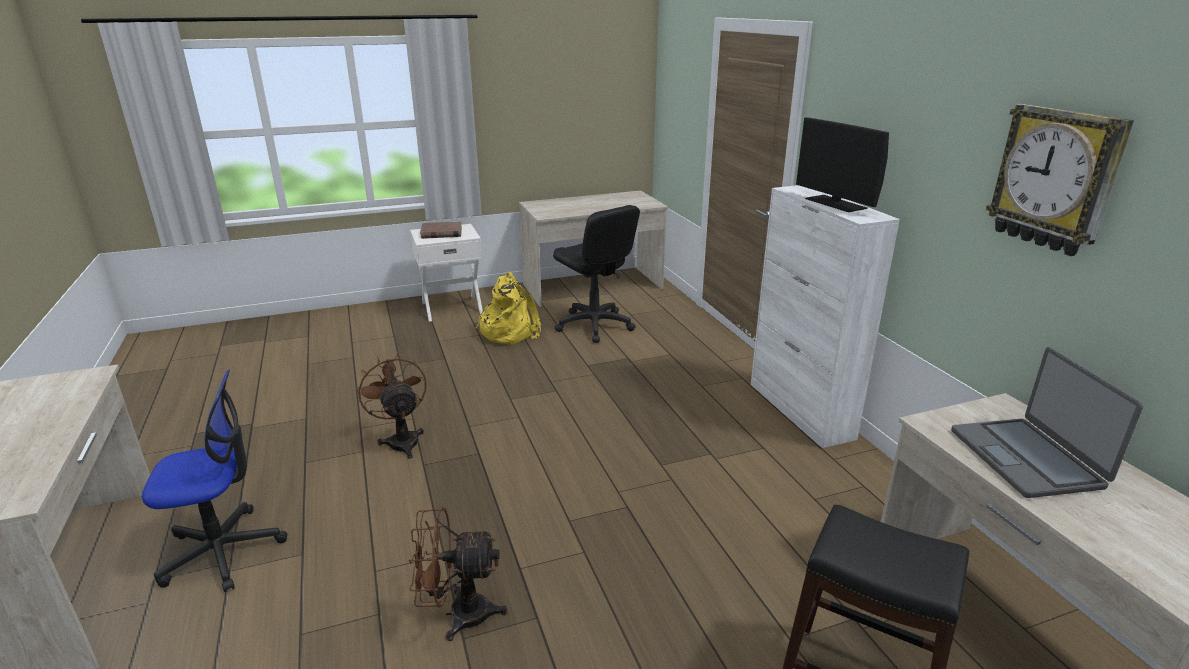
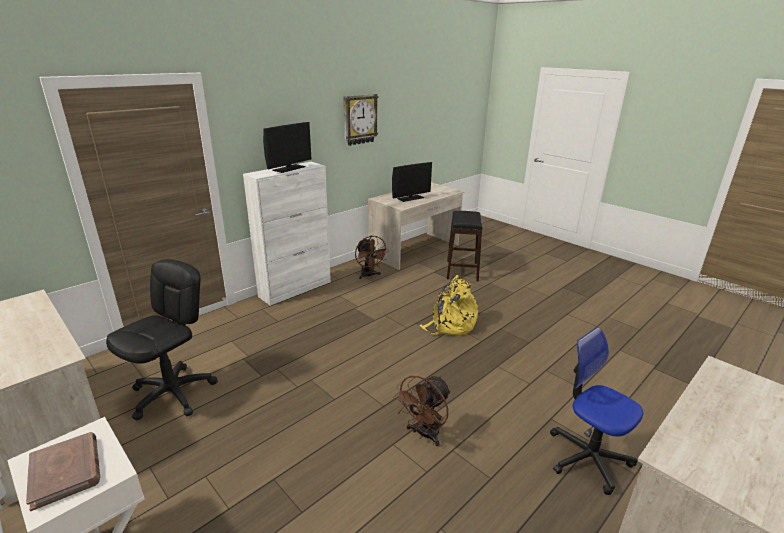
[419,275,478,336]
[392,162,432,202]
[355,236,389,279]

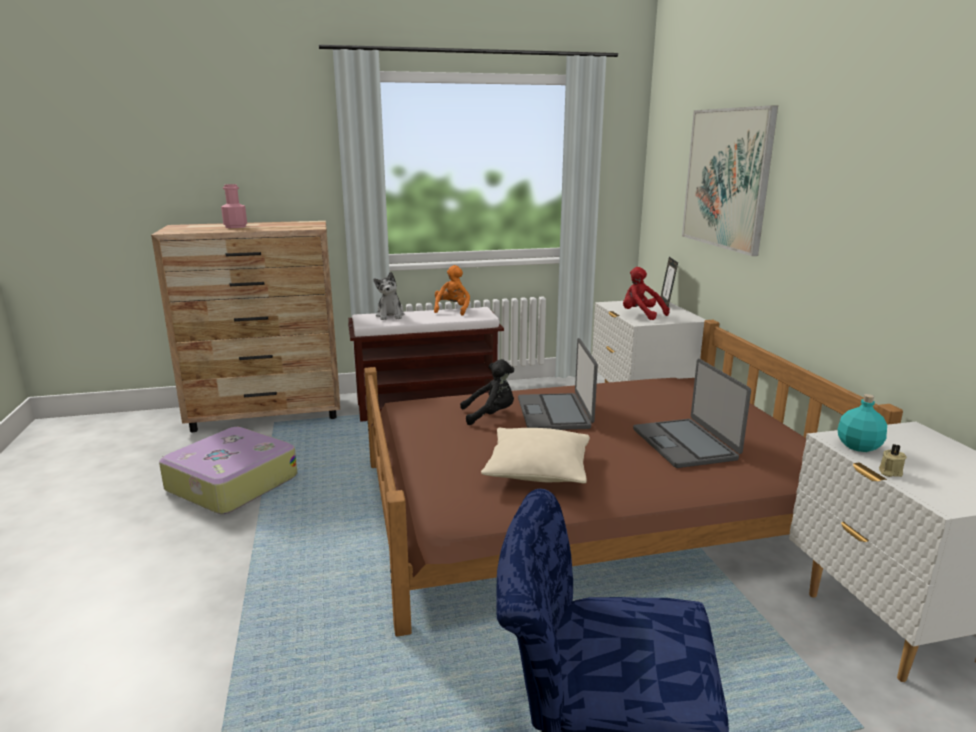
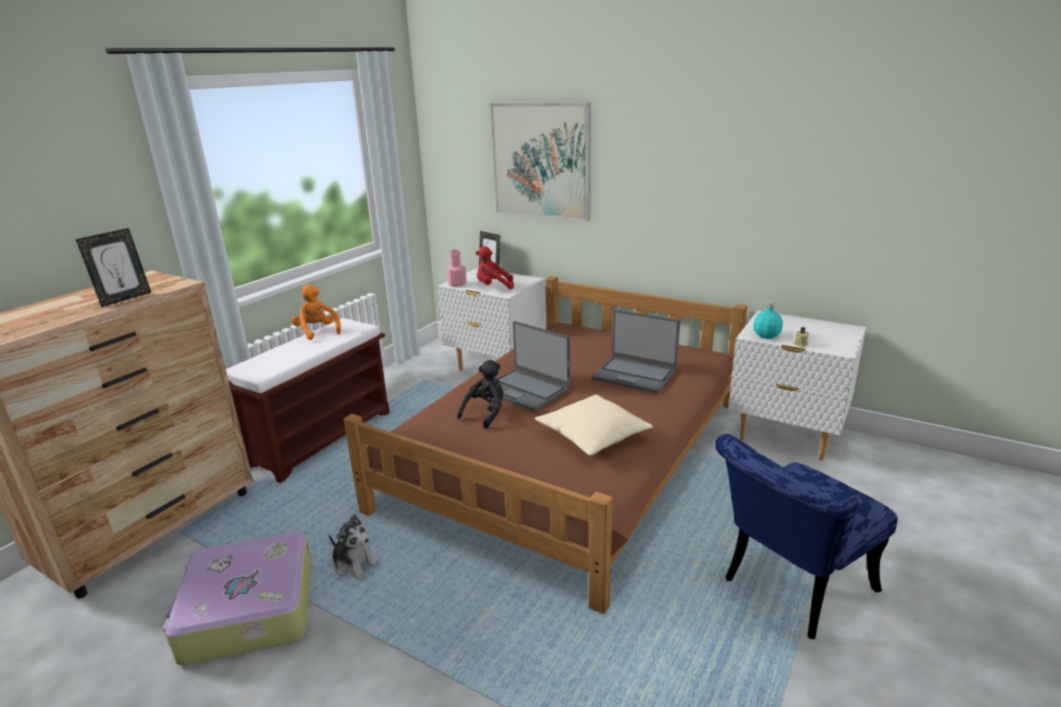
[447,249,466,287]
[329,514,380,580]
[76,228,151,307]

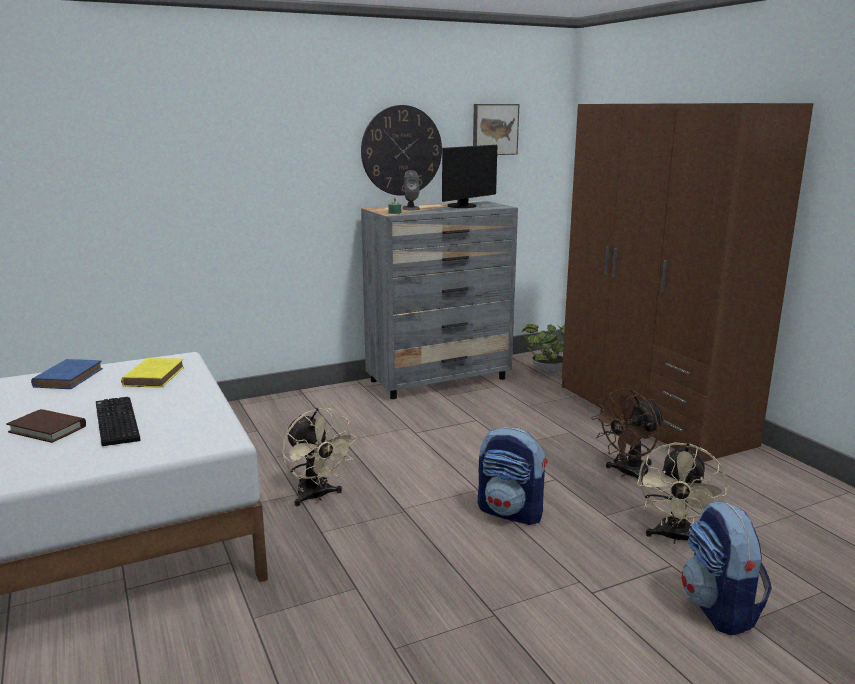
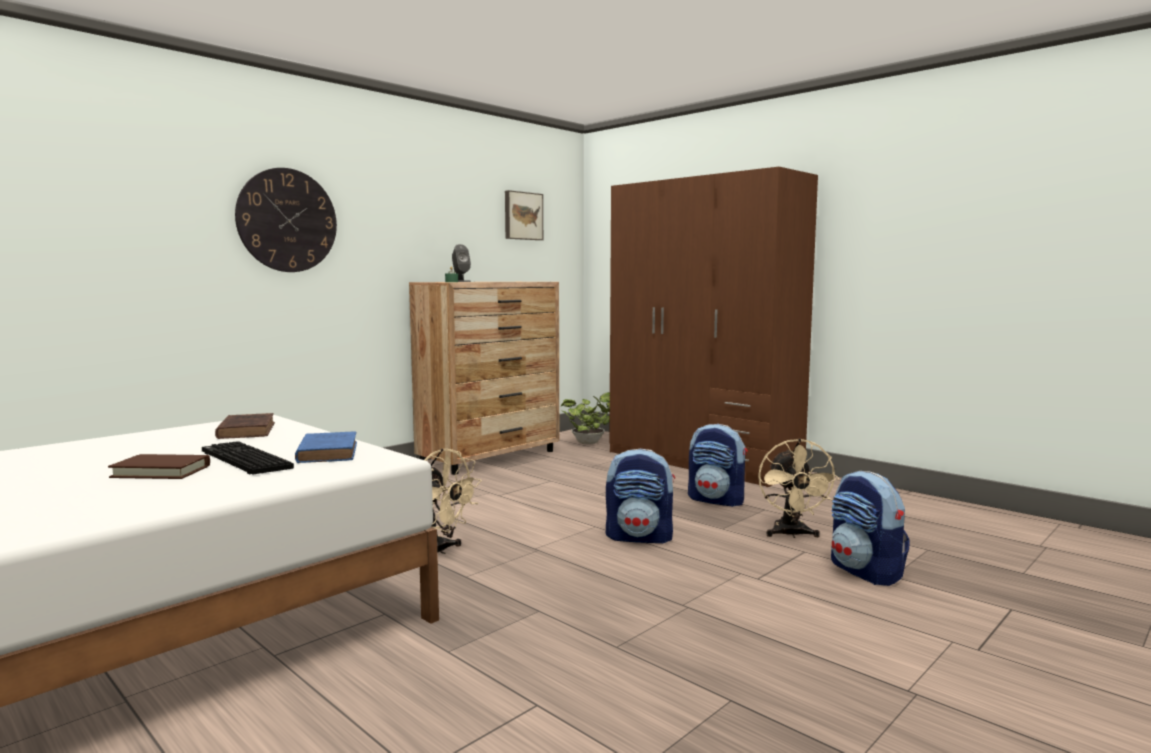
[235,168,337,272]
[442,145,497,208] (first image)
[409,282,559,475]
[215,413,275,439]
[295,431,357,463]
[688,424,748,507]

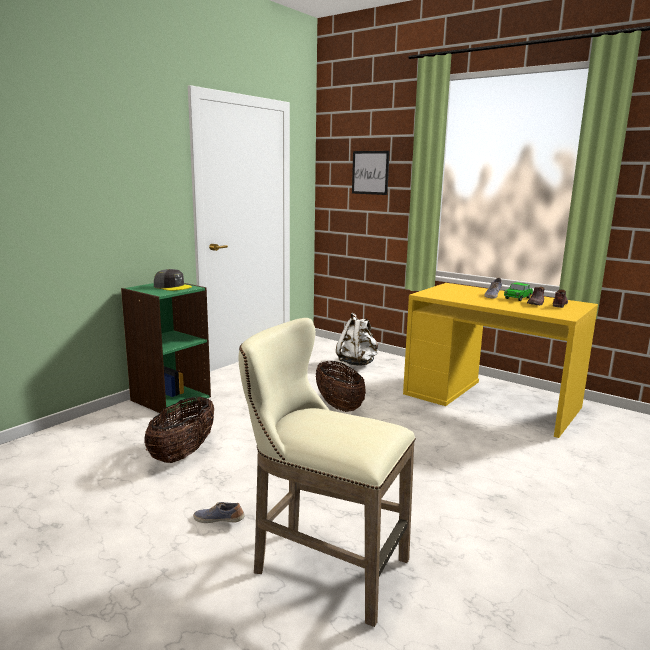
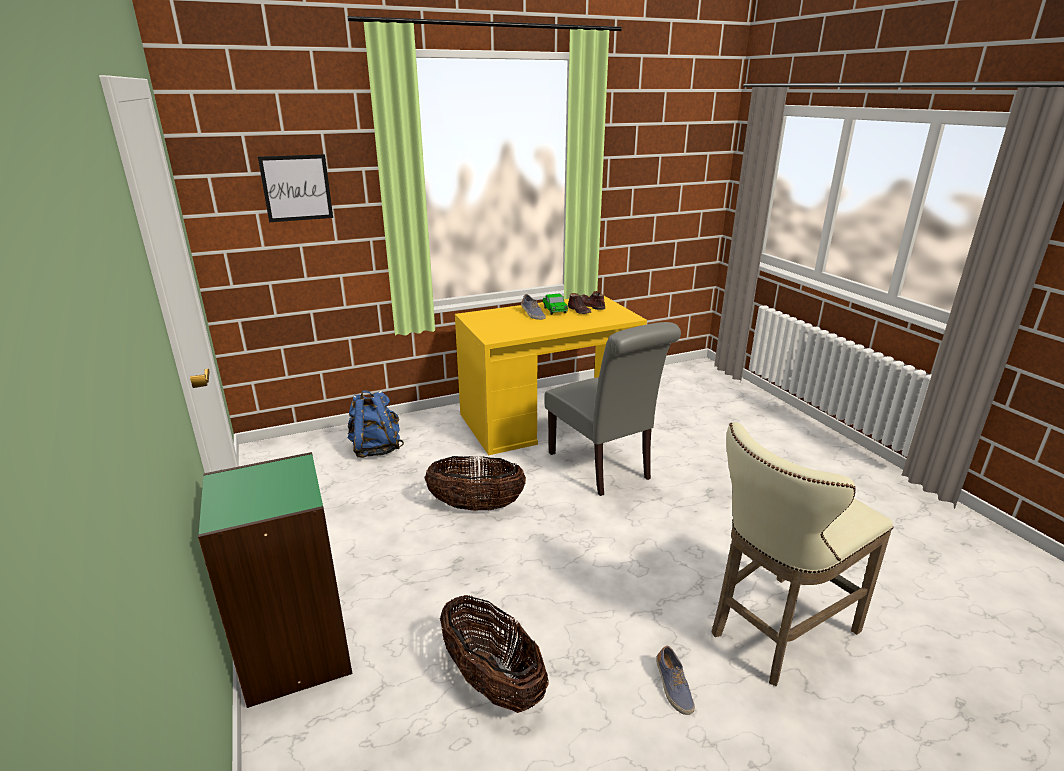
[154,269,192,291] (first image)
[348,390,404,458]
[656,646,695,715]
[544,322,681,496]

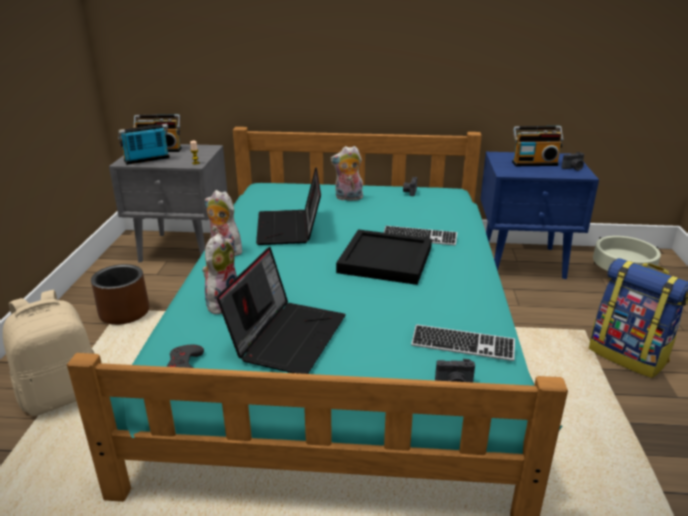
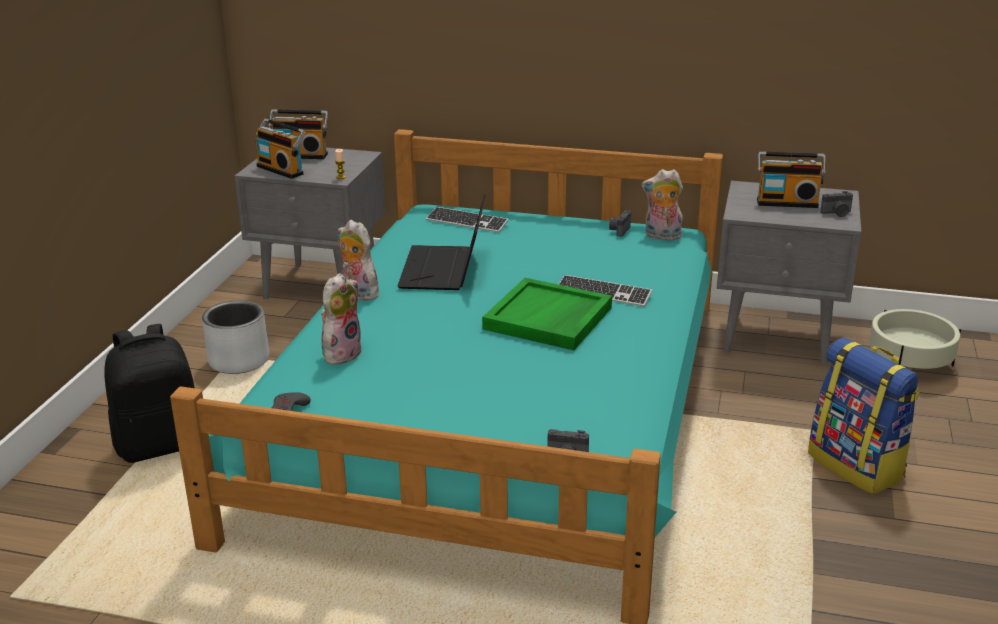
[255,118,306,179]
[642,169,683,240]
[717,181,862,364]
[482,278,612,351]
[217,247,346,374] (first image)
[202,300,269,374]
[104,324,195,463]
[426,207,509,233]

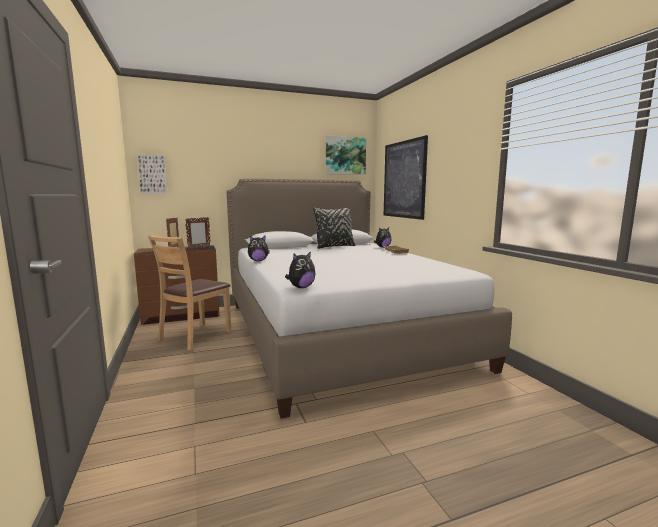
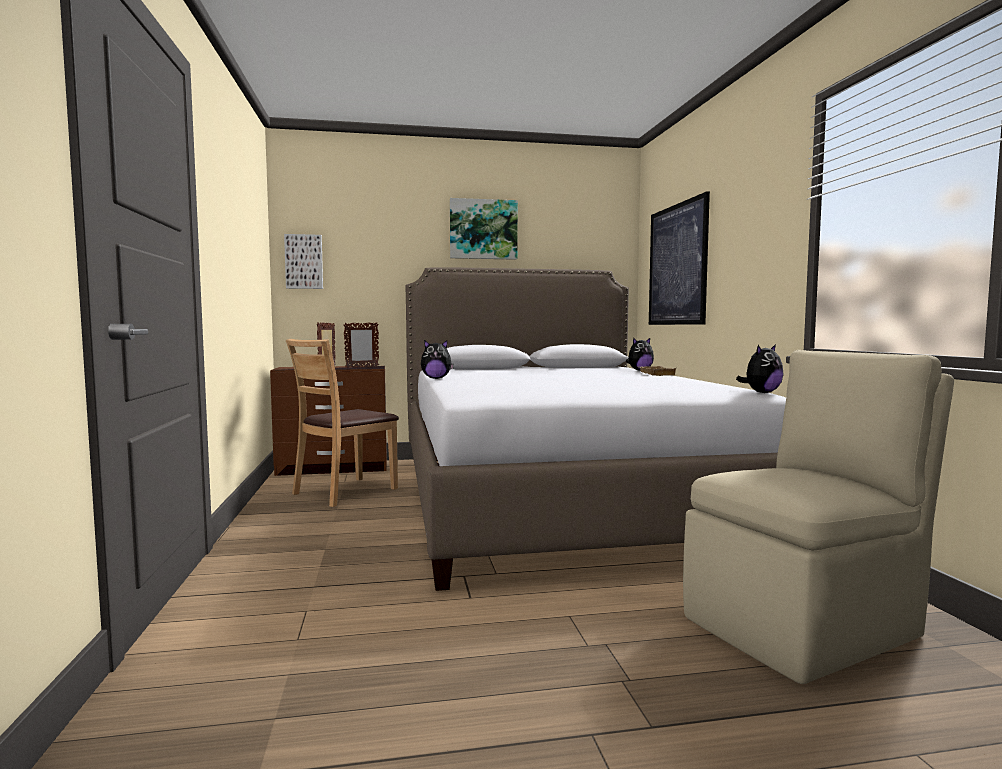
[450,198,518,260]
[313,207,355,249] (first image)
[736,344,784,393]
[683,350,954,684]

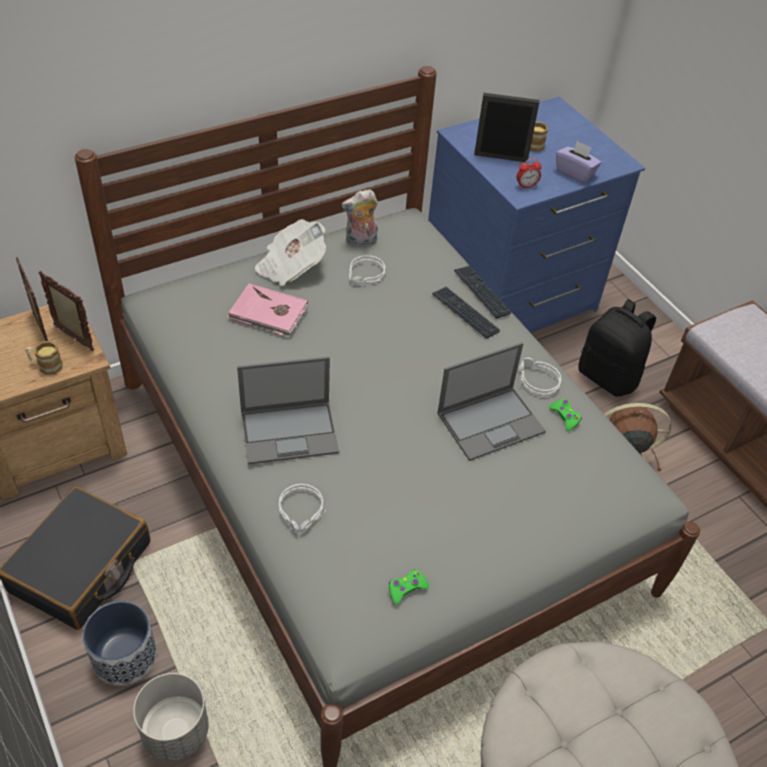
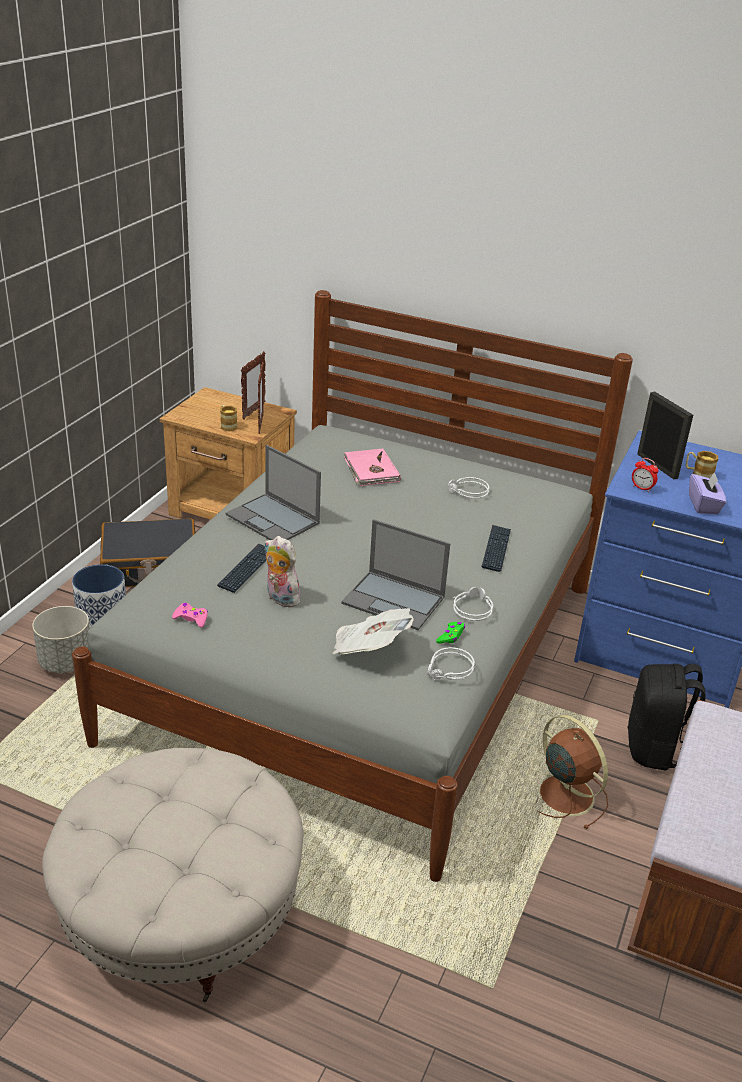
[264,536,300,607]
[333,608,414,654]
[217,544,266,593]
[427,647,475,681]
[172,603,208,628]

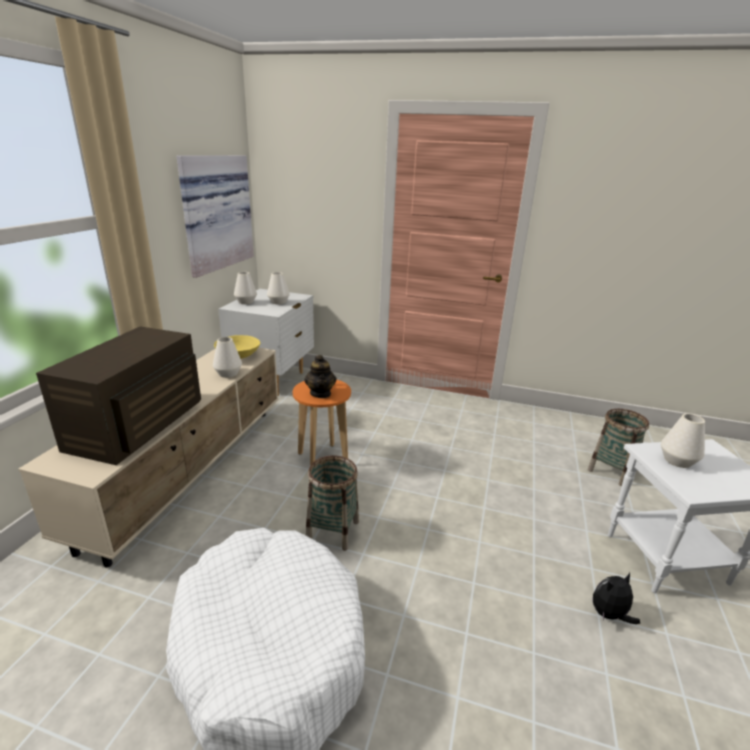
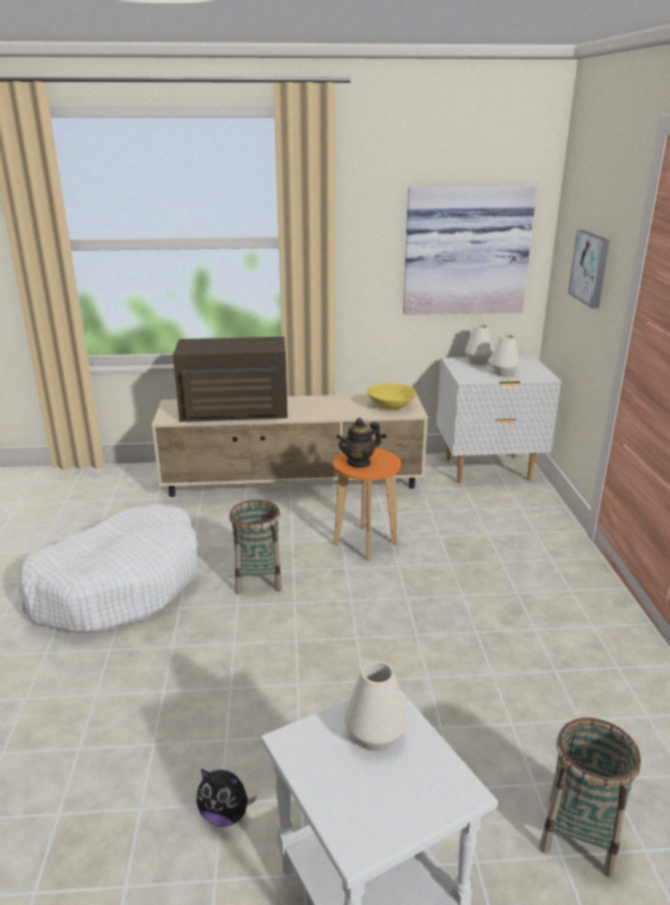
[213,337,242,378] (first image)
[196,769,256,827]
[568,230,610,309]

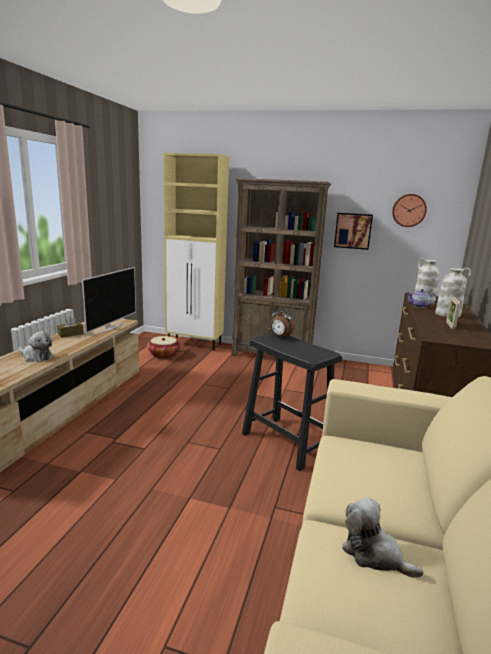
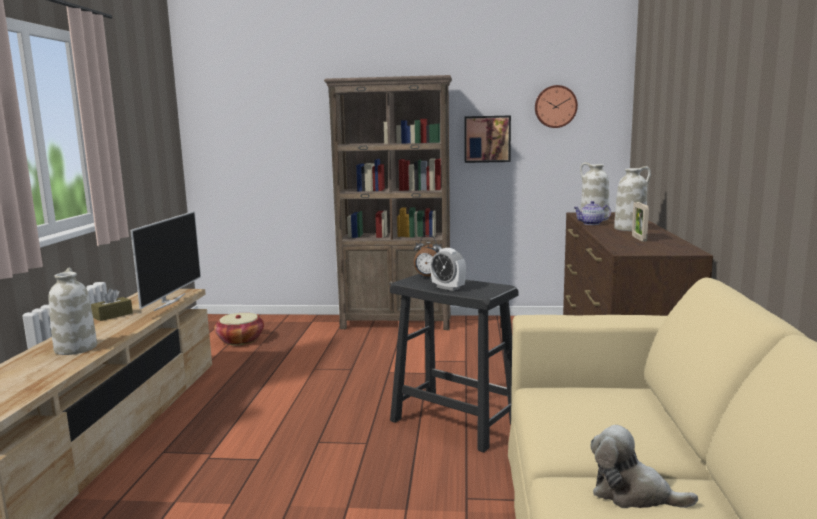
[163,153,229,351] (first image)
[48,268,97,355]
[430,248,466,291]

